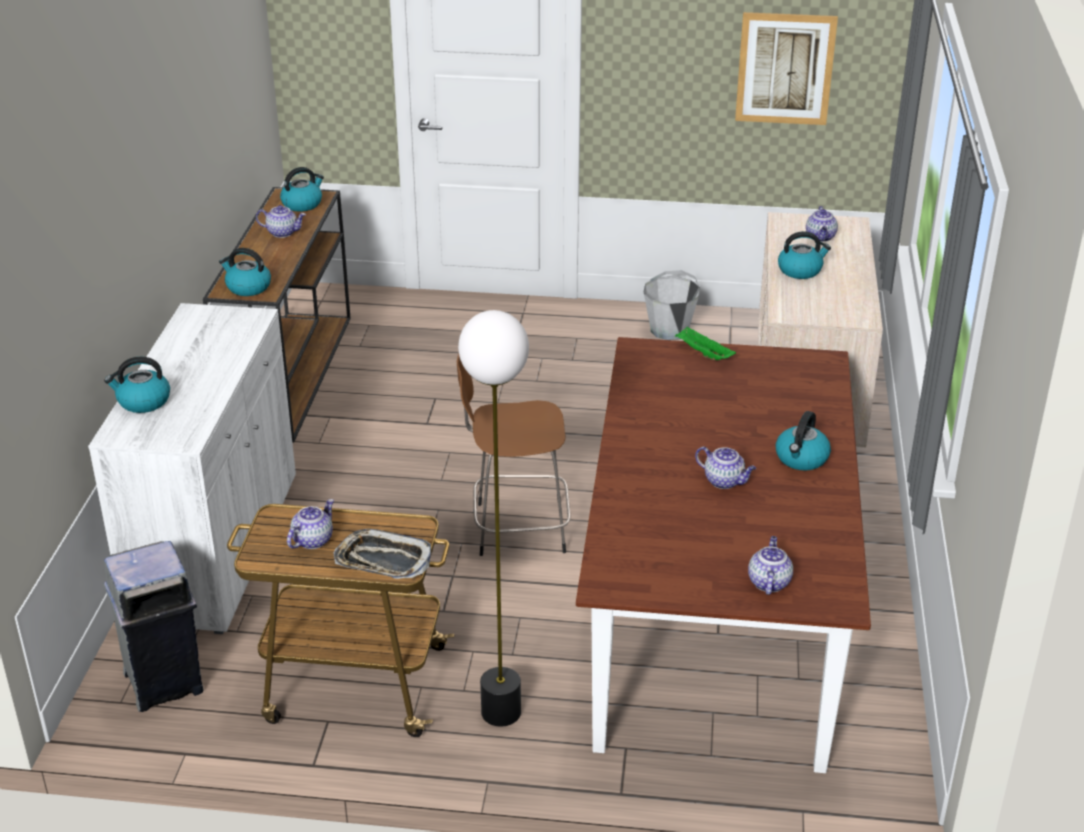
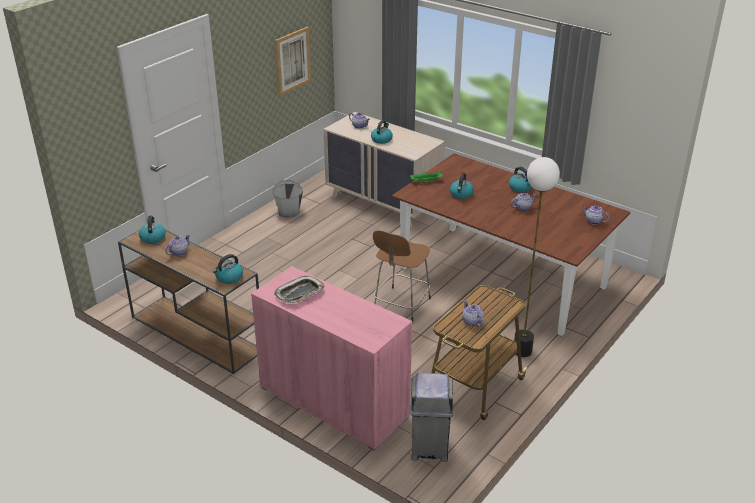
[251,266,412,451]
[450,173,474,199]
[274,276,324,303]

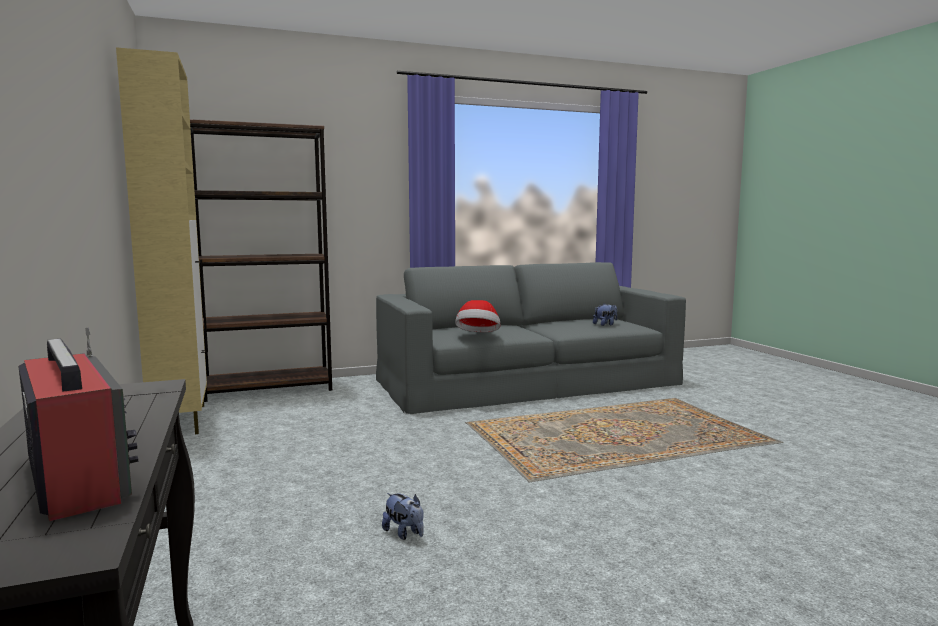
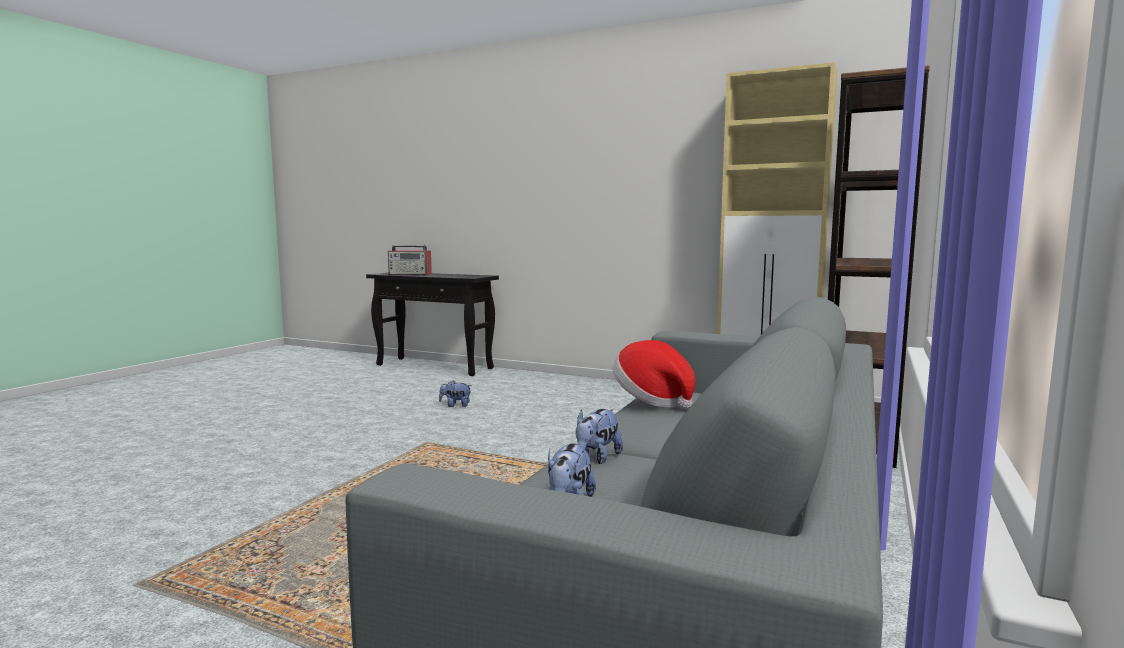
[576,409,623,464]

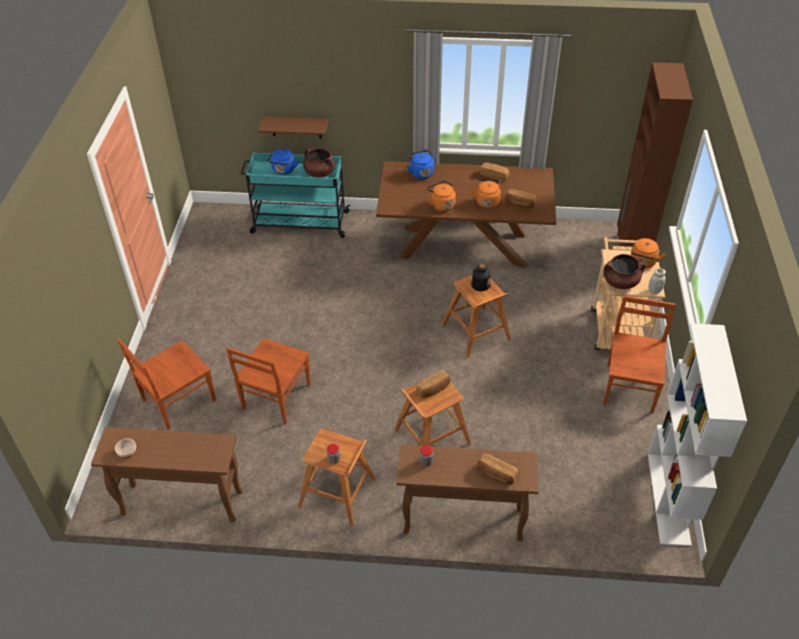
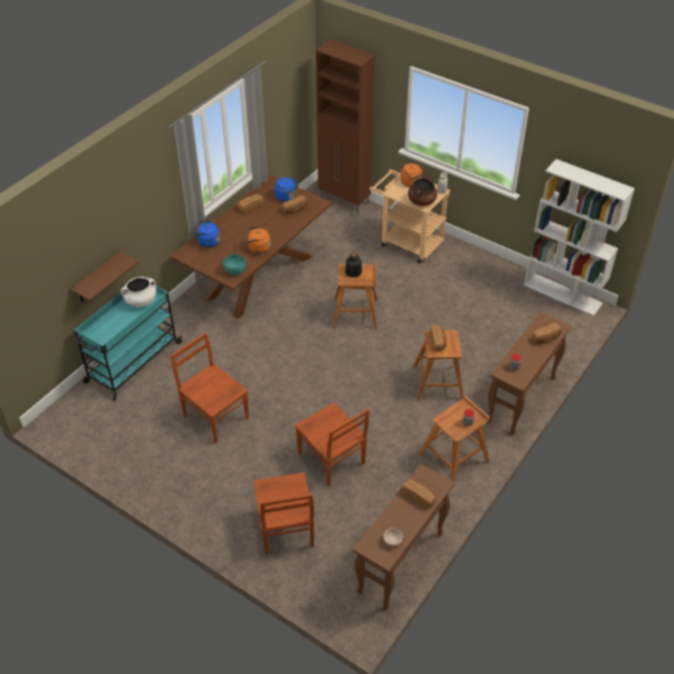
[121,277,156,307]
[275,177,300,201]
[471,179,501,209] (first image)
[171,332,249,443]
[223,254,246,275]
[403,479,436,508]

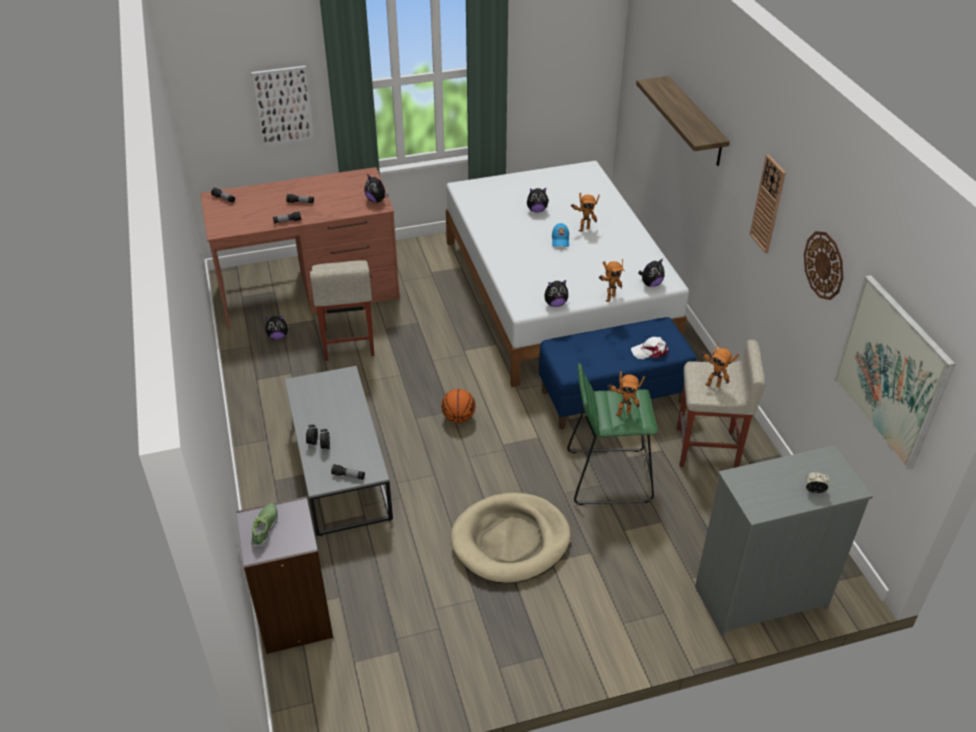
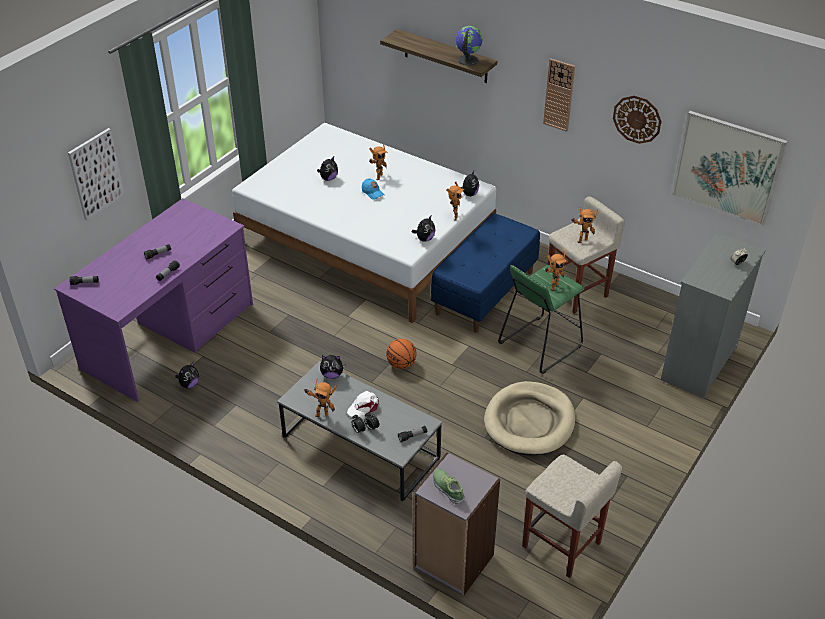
[54,198,253,402]
[320,355,346,379]
[522,455,622,578]
[347,391,379,419]
[456,26,483,66]
[303,379,337,417]

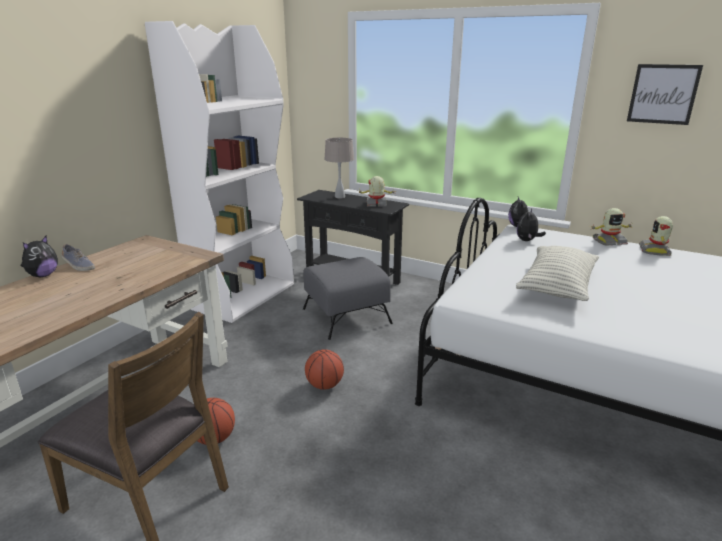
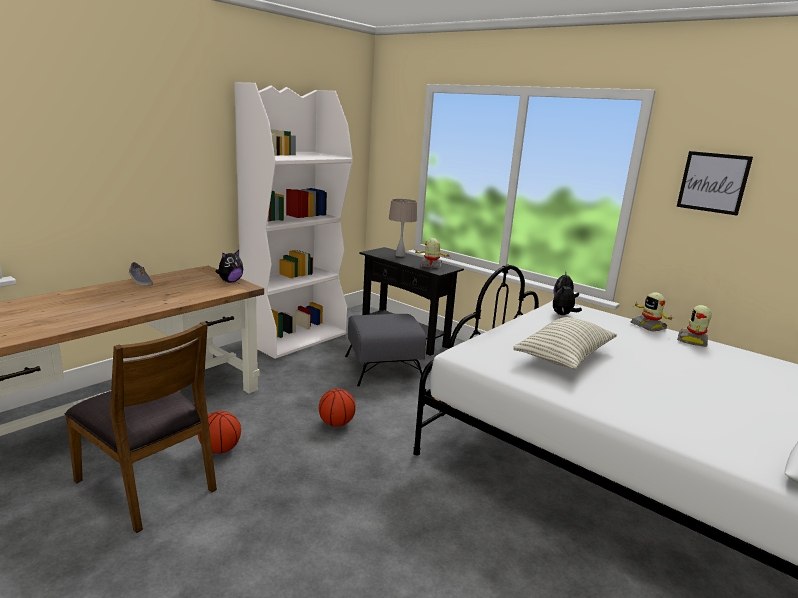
[631,292,672,332]
[215,250,243,283]

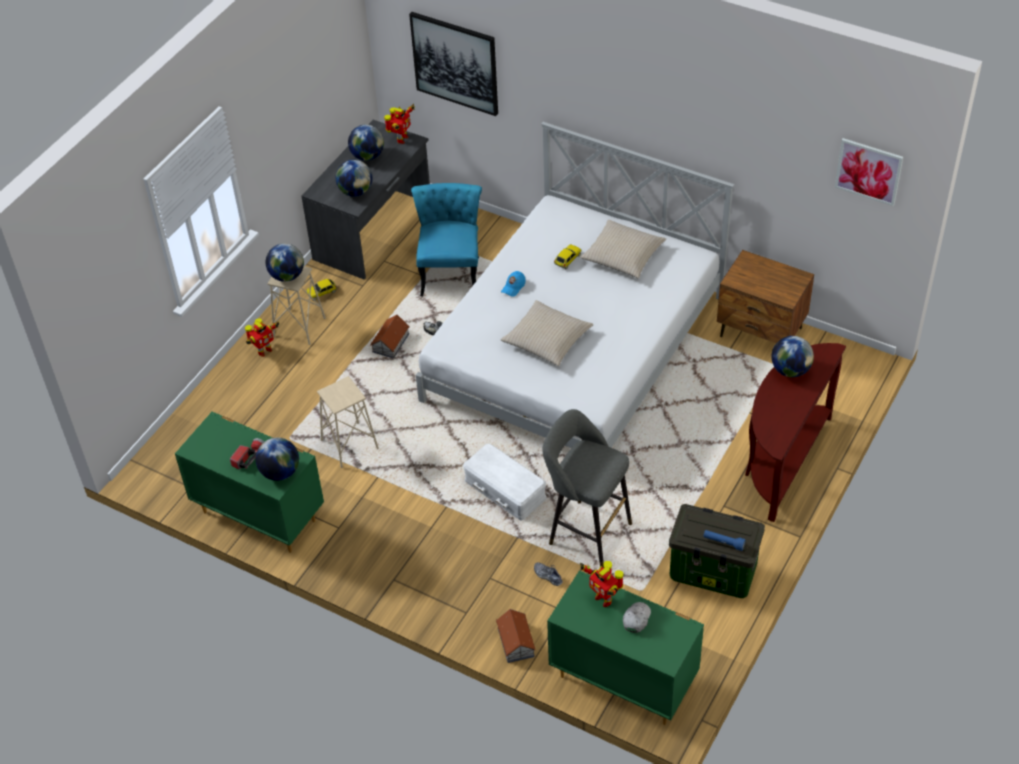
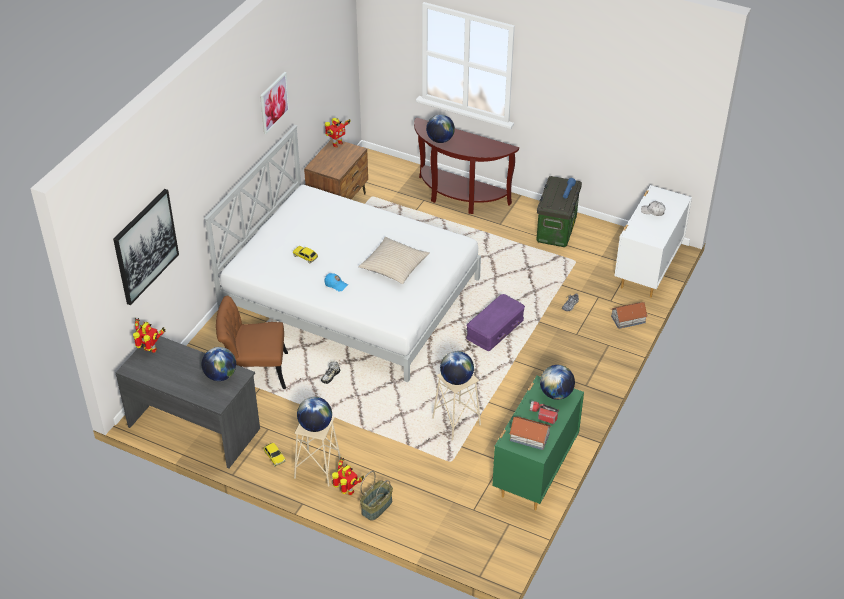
[440,351,474,385]
[260,72,290,134]
[216,296,288,389]
[580,220,666,278] (first image)
[509,416,552,450]
[542,409,632,568] (first image)
[466,294,525,351]
[325,118,350,147]
[614,185,692,298]
[360,471,393,520]

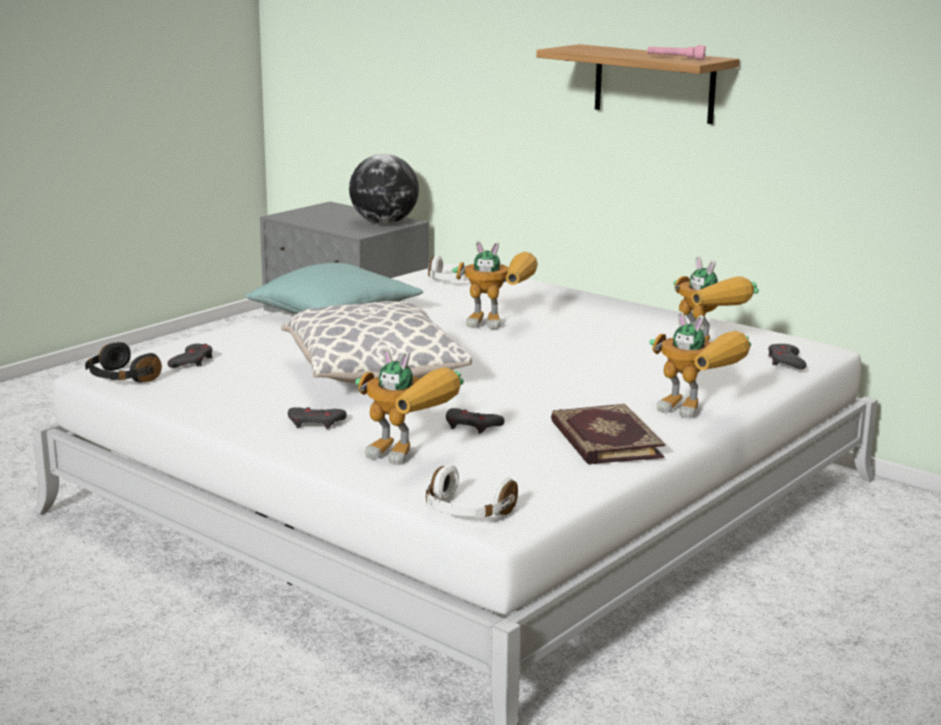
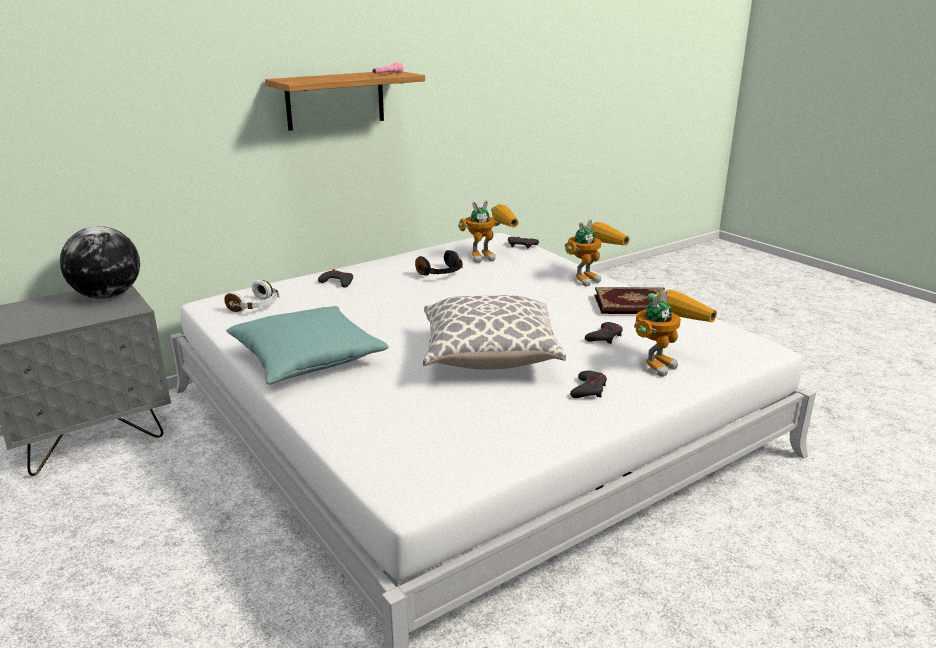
[452,241,538,329] (first image)
[415,250,463,275]
[318,269,353,288]
[426,465,518,518] (first image)

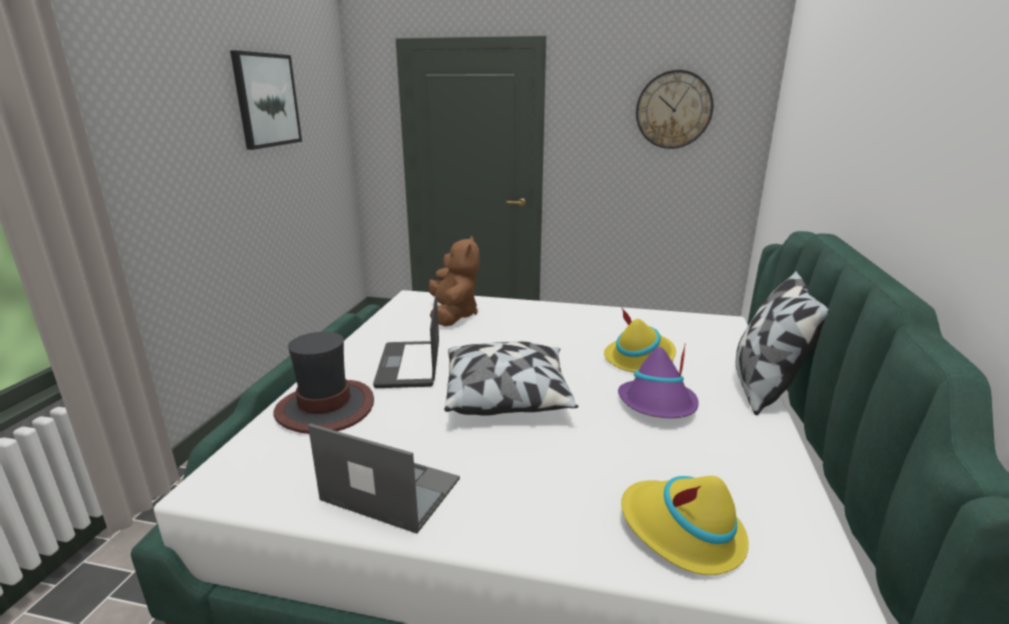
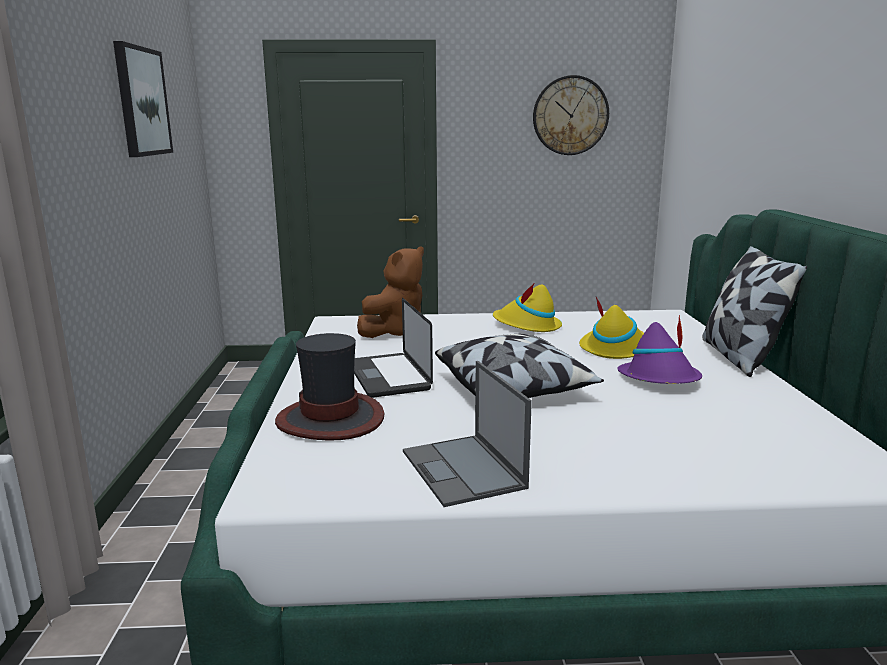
[357,247,424,338]
[403,361,532,507]
[493,284,562,332]

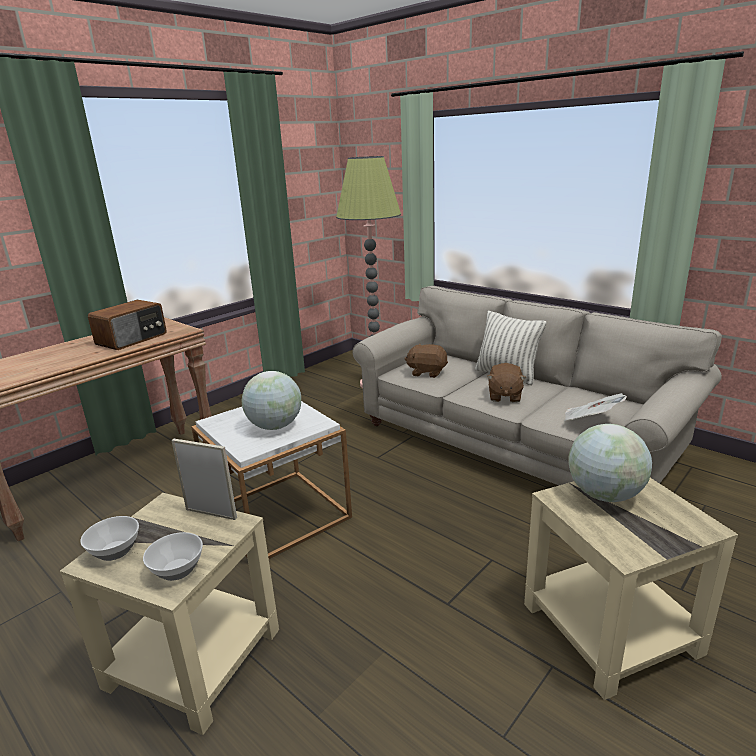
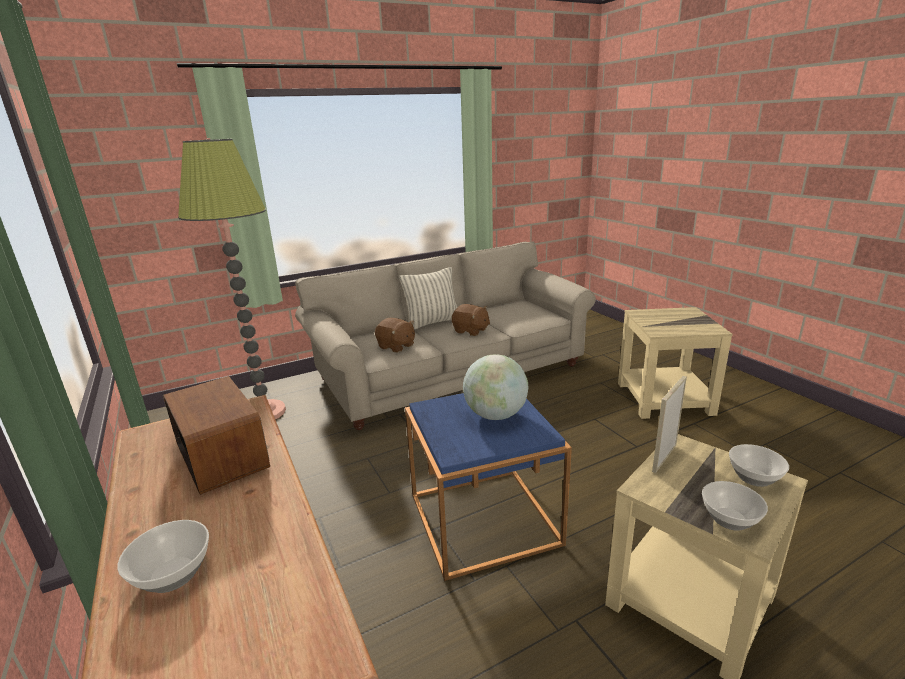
[375,318,415,353]
[564,393,627,421] (first image)
[405,393,572,581]
[568,424,652,502] (first image)
[117,520,209,593]

